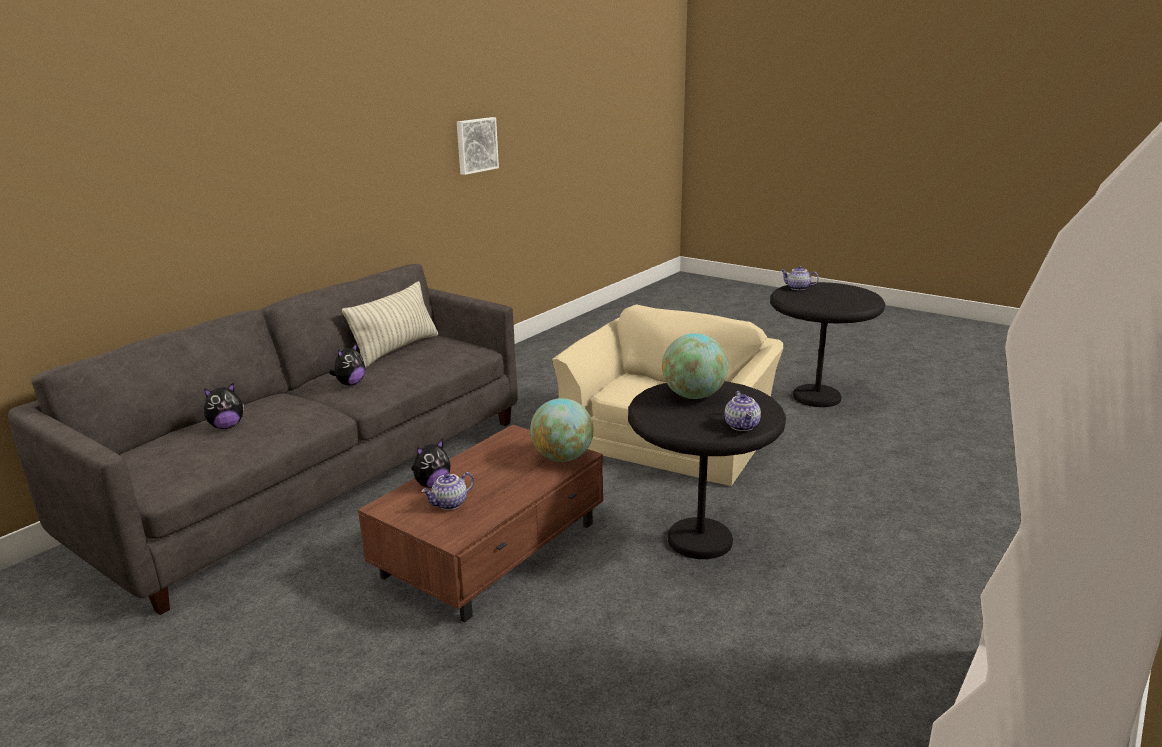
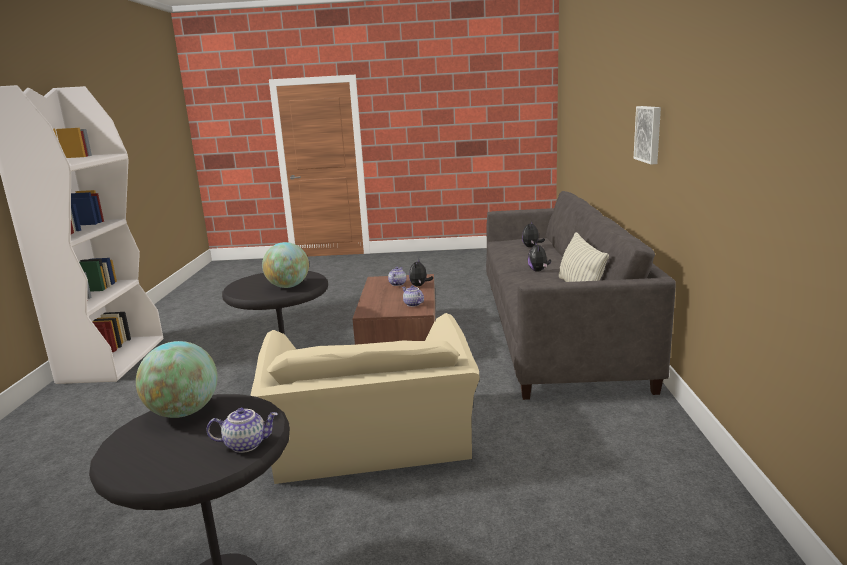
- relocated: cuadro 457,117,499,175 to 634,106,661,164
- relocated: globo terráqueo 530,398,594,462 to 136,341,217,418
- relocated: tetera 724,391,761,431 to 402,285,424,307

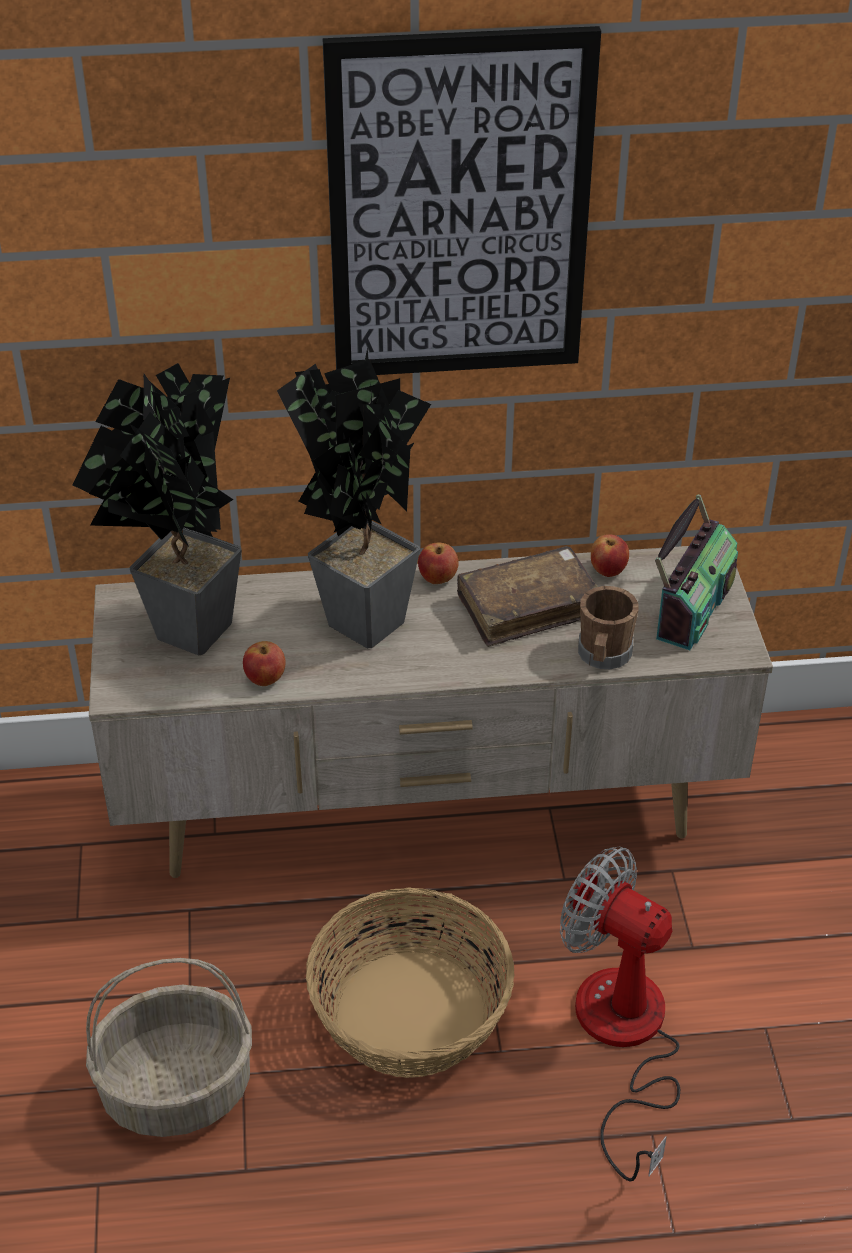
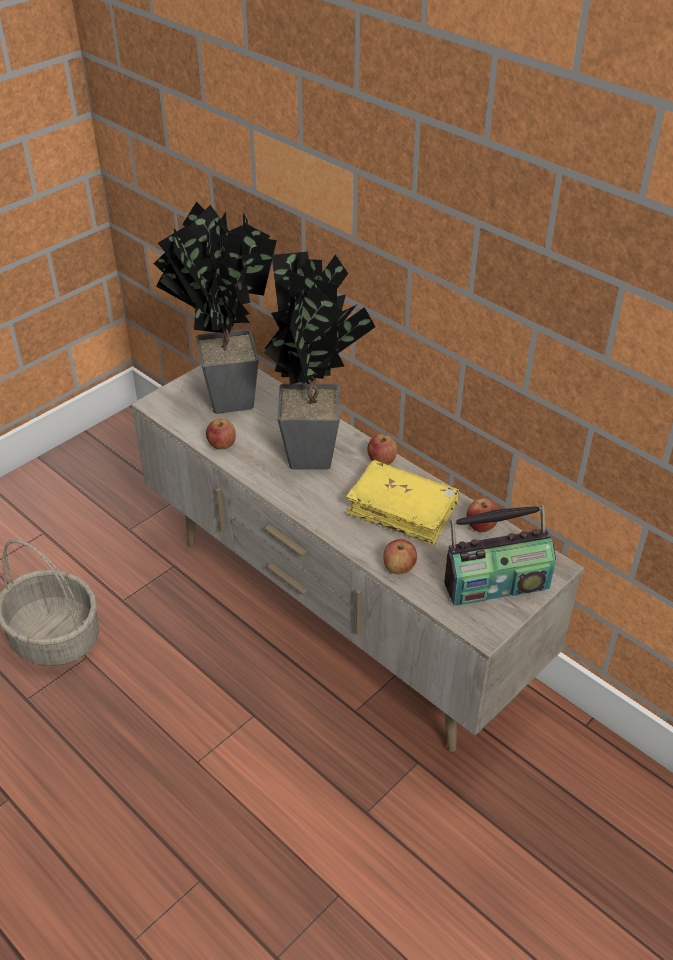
- missing: cesta 306,887,515,1078
- missing: cuadro 322,26,601,375
- missing: ventilador 560,846,680,1182
- exchanged: taza grande (marrón) 578,586,638,669 to manzana 383,539,417,574
- colour: libro (marrón) 457,546,598,647 to libro (amarillo) 346,460,459,546

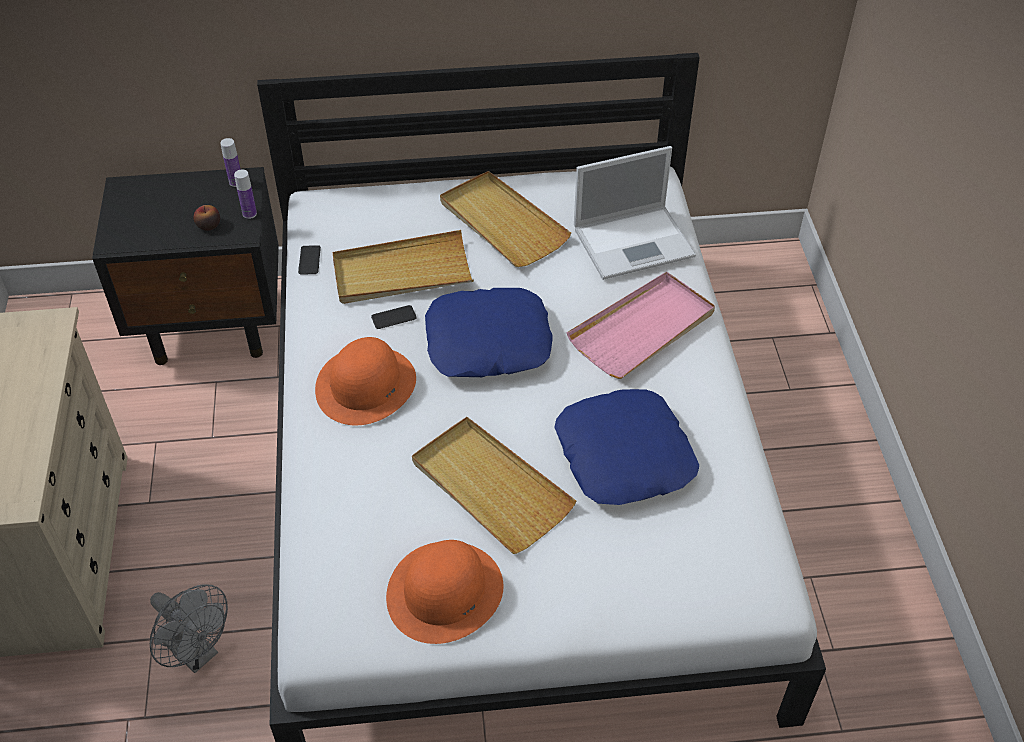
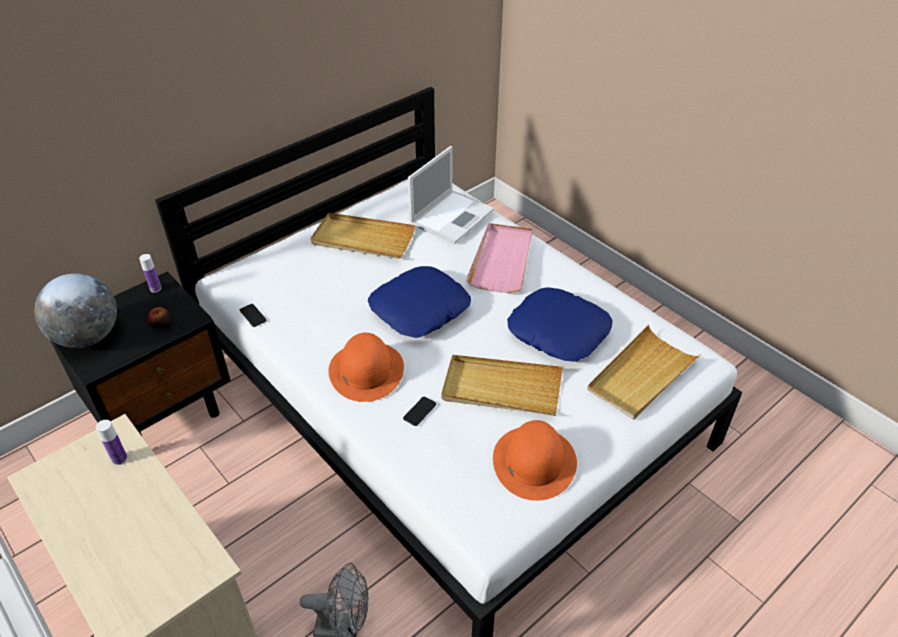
- appeared: globo terráqueo 35,273,117,348
- relocated: botella 234,169,257,219 to 96,420,127,465
- relocated: bandeja (beis) 333,230,474,304 to 587,325,701,420
- relocated: móvil 371,305,417,329 to 403,397,436,426

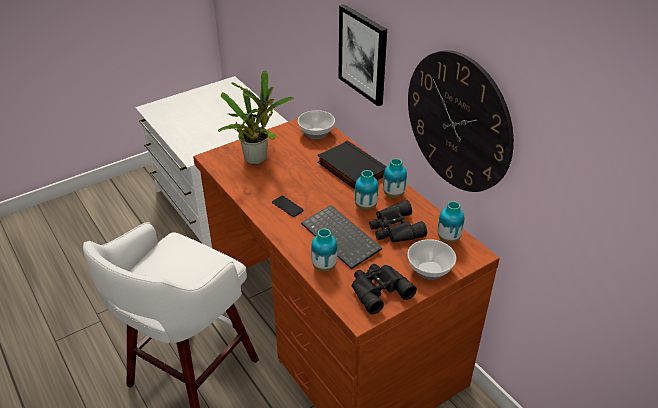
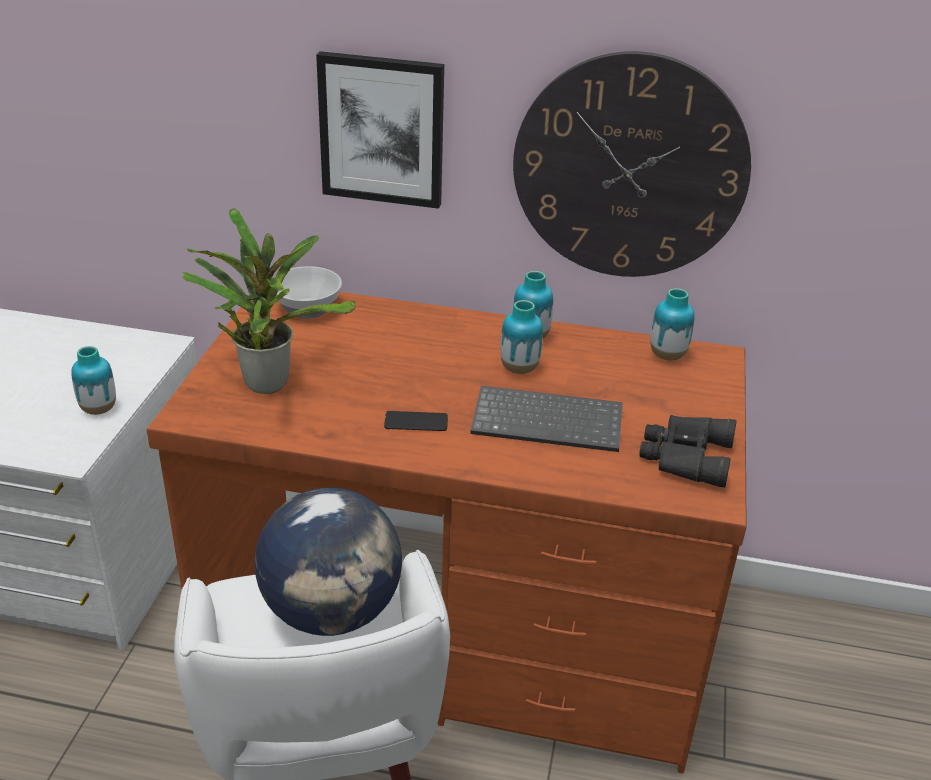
- missing: libro (negro) 317,140,387,189
- missing: prismáticos (negro) 369,200,427,242
- missing: cuenco 407,239,456,280
- appeared: globo terráqueo 255,488,402,636
- relocated: florero 311,228,338,272 to 71,346,116,415

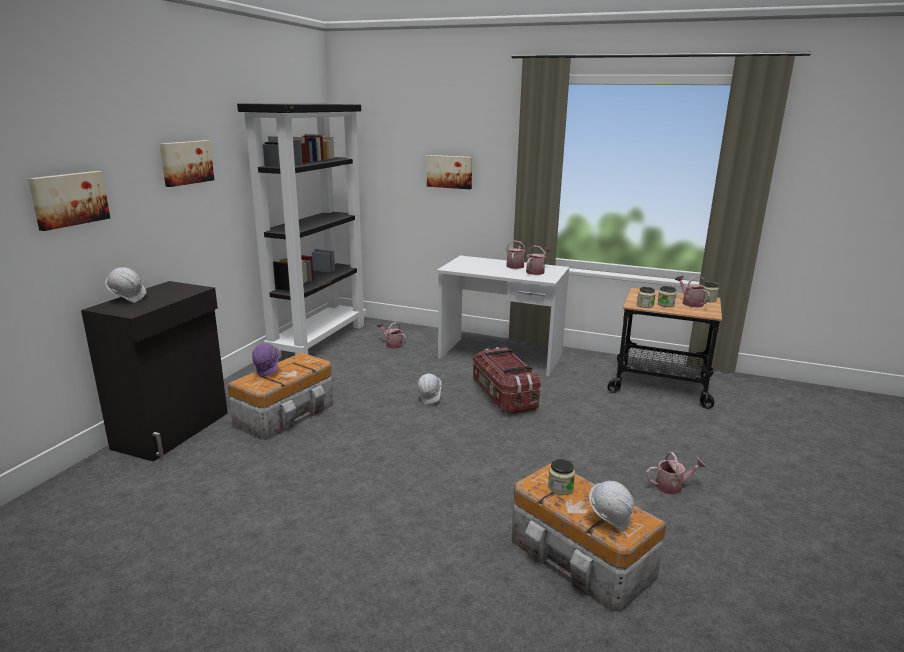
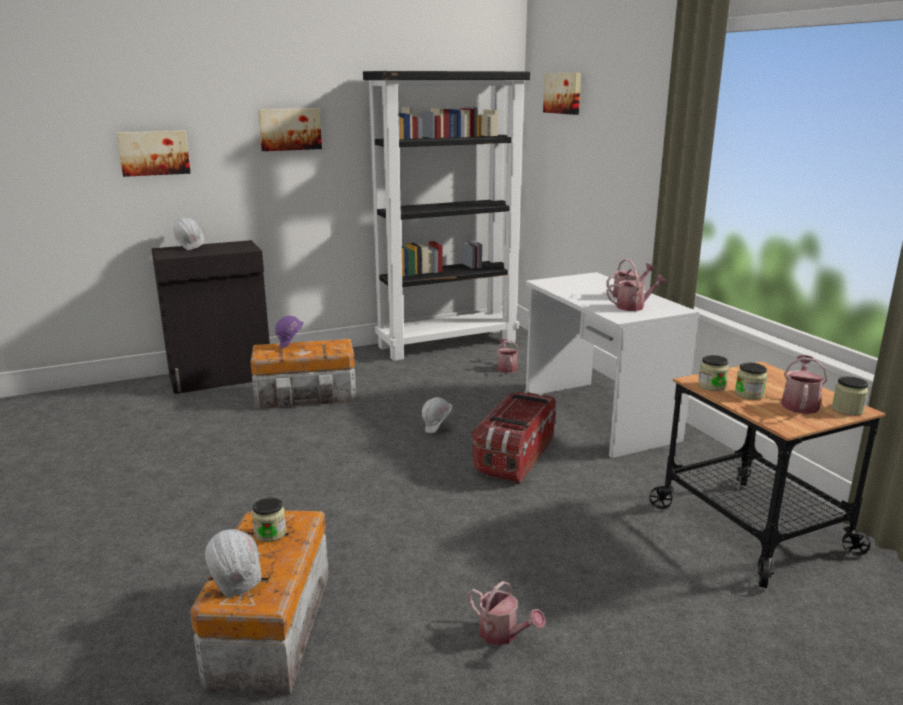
- relocated: cuadro 427,155,472,189 to 543,73,581,115

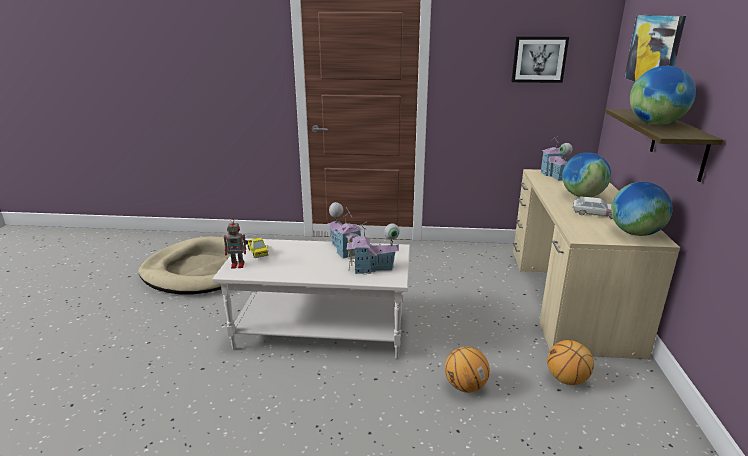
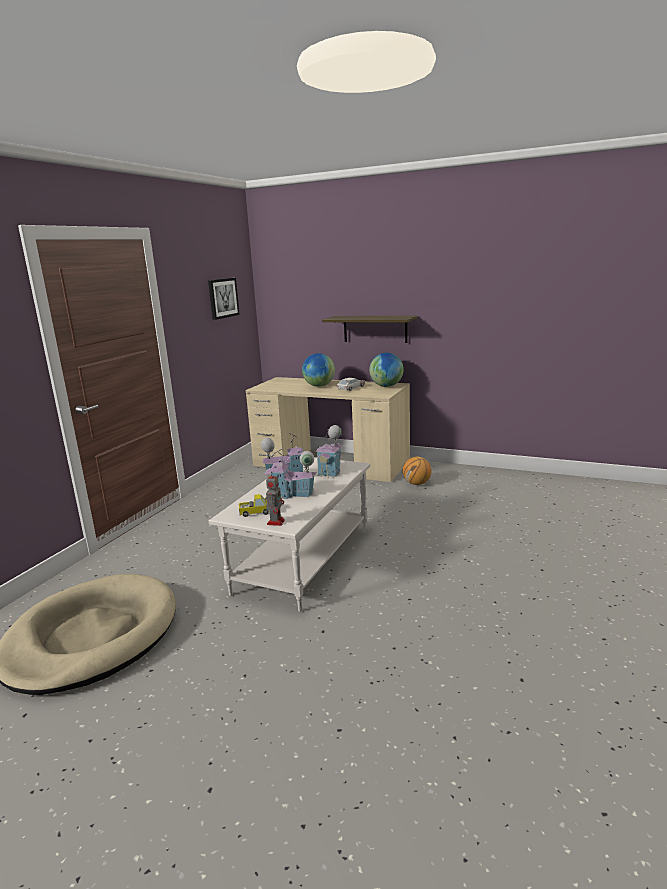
- missing: balón de baloncesto 445,346,490,393
- missing: cuadro 624,15,686,82
- missing: globo terráqueo 630,66,696,125
- relocated: casita 541,137,573,181 to 265,448,317,499

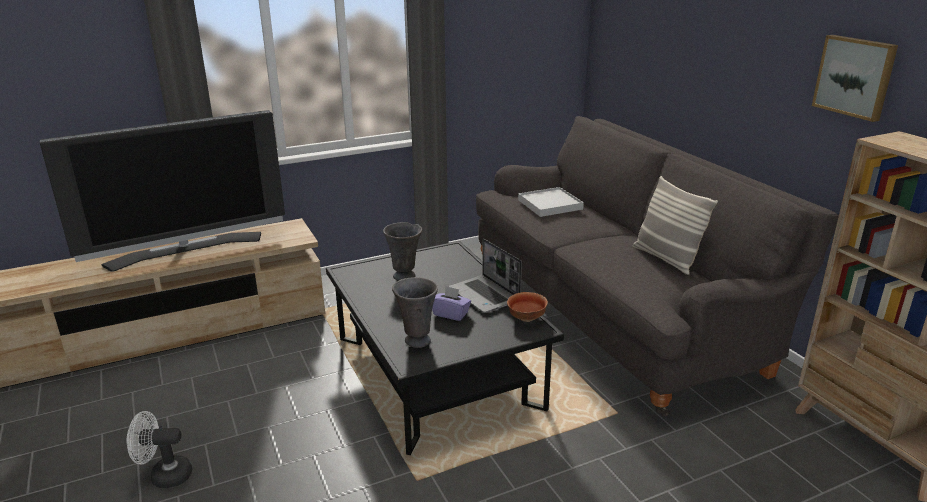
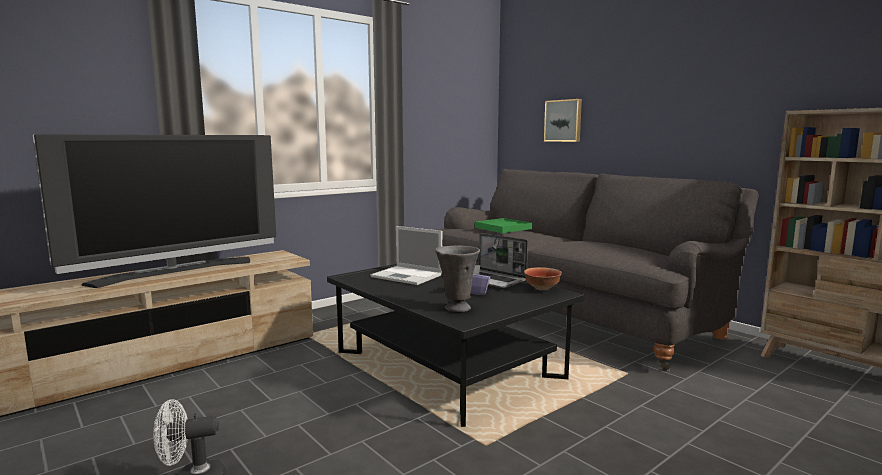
- missing: cojín 633,176,718,275
- relocated: cuadro 812,35,898,122 to 544,99,582,142
- exchanged: florero (gris) 383,222,422,281 to portátil 371,226,443,285
- colour: bandeja (blanco) 518,187,584,217 to bandeja (verde) 475,218,532,233

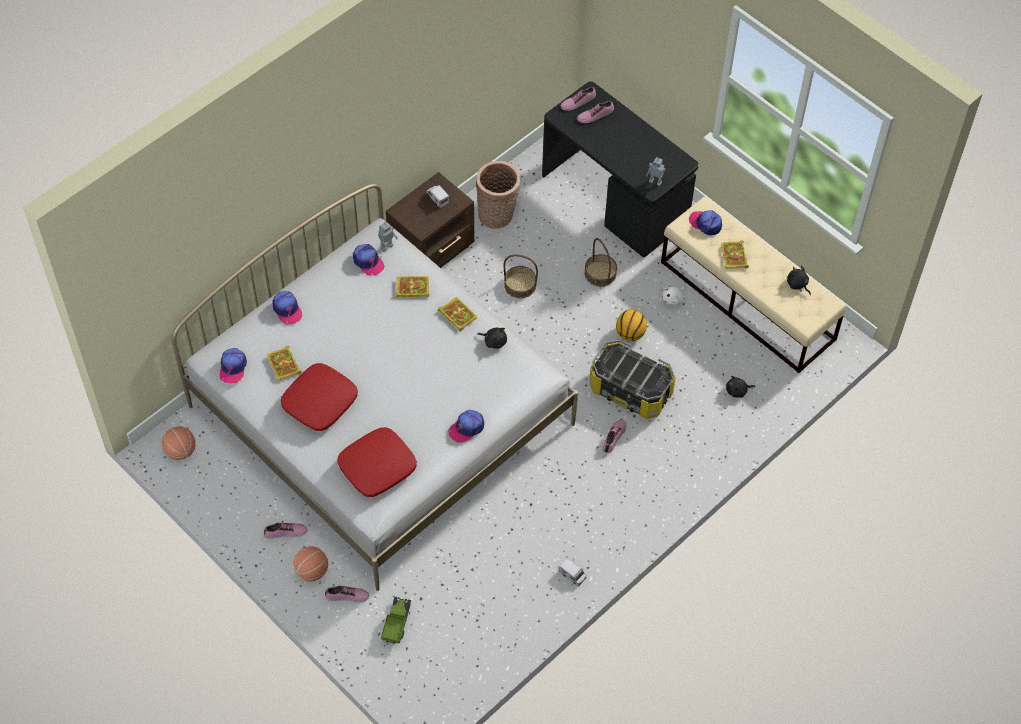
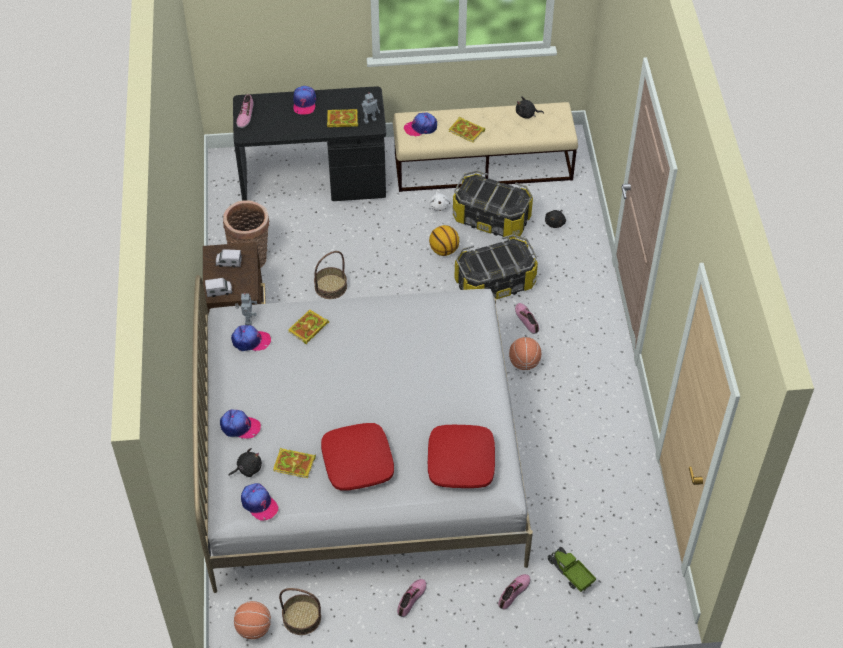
- missing: zapato 577,101,614,123
- appeared: caja de almacenaje 453,170,533,239
- relocated: balón de baloncesto 293,546,328,581 to 509,337,541,370
- relocated: libro 438,297,477,332 to 327,109,358,127
- relocated: gorra 449,410,484,443 to 293,86,316,115
- relocated: peluche (negro) 477,328,507,349 to 228,448,262,477
- relocated: camión de juguete 559,558,587,586 to 205,278,232,297
- relocated: cesta 584,238,617,287 to 279,588,321,635

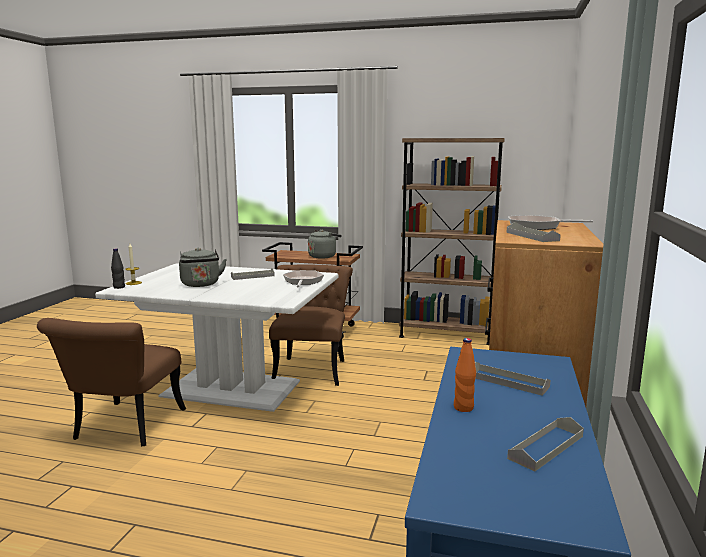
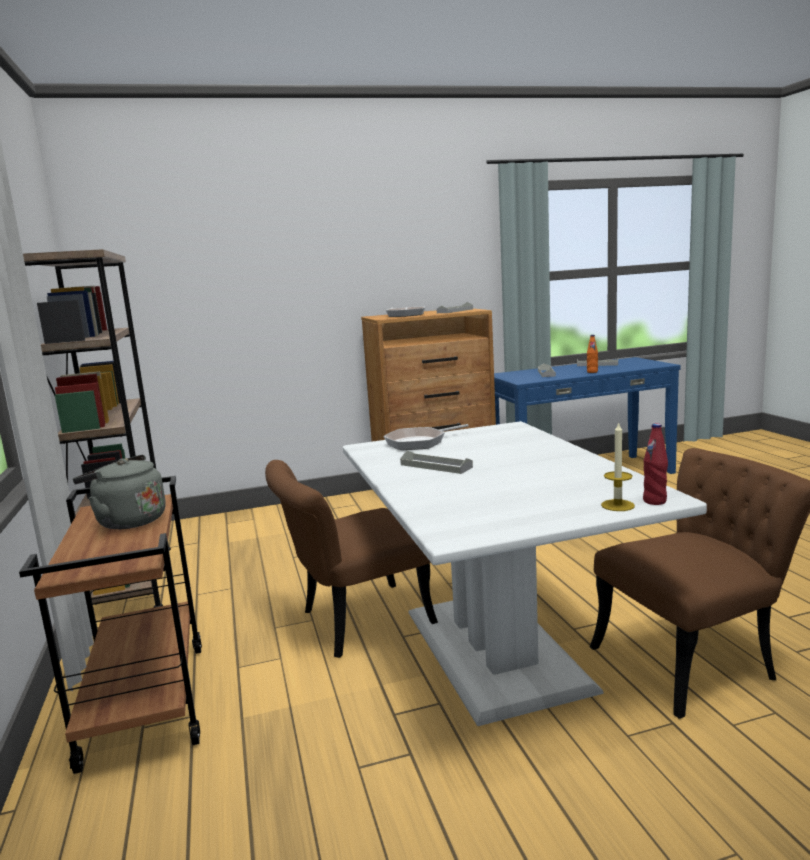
- missing: hervidor (gris) 179,248,227,287
- colour: botella (negro) 111,248,125,289 to botella (rojo) 643,423,668,505

